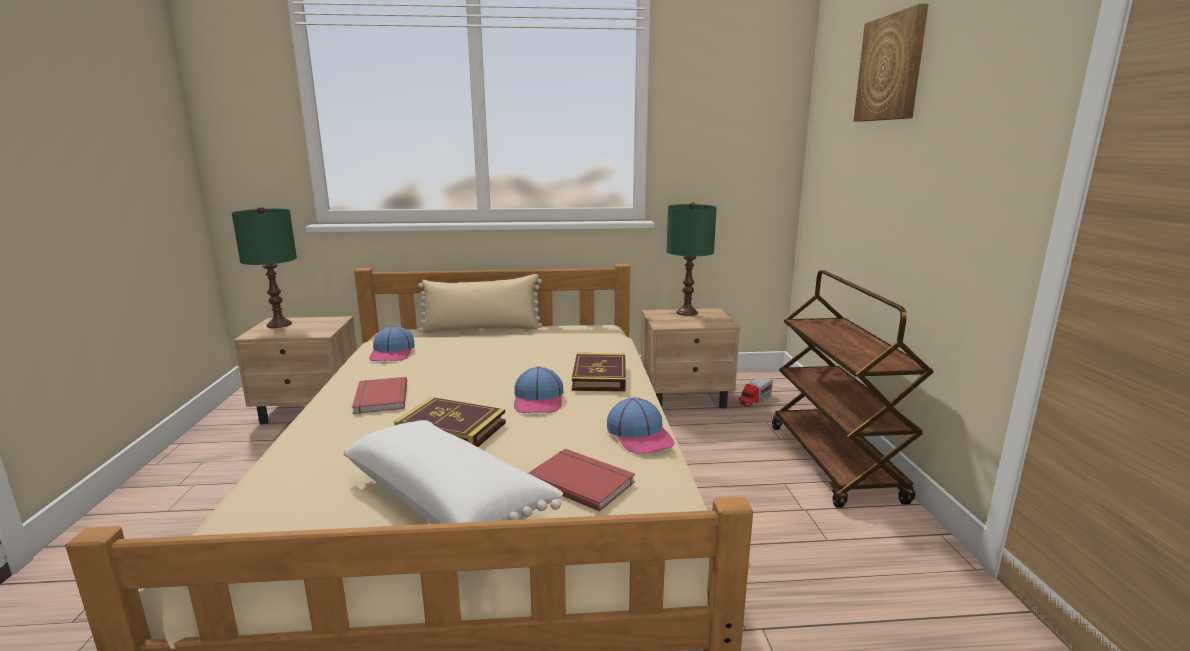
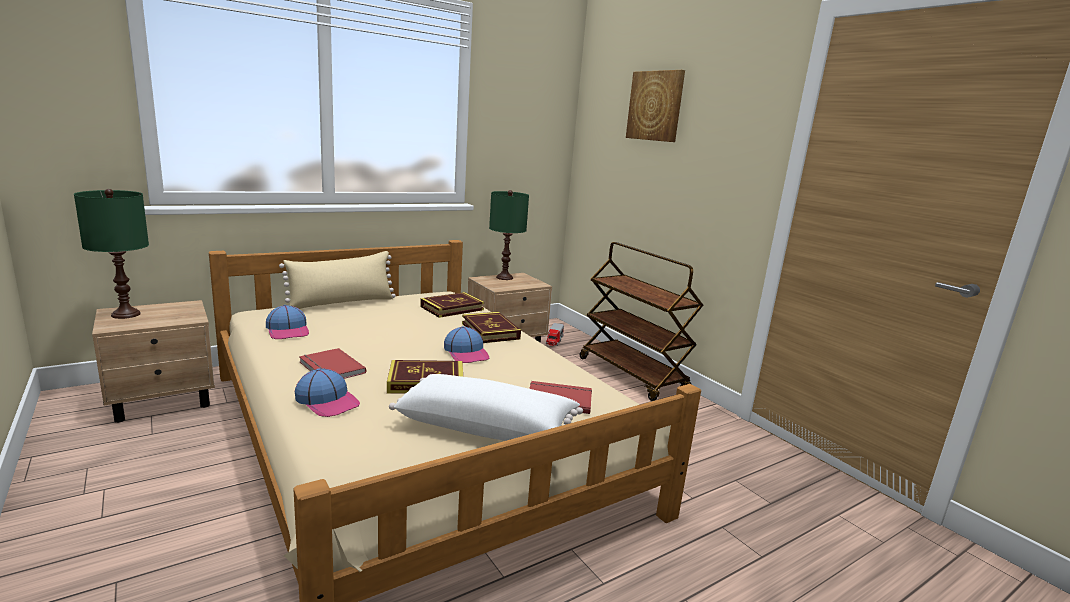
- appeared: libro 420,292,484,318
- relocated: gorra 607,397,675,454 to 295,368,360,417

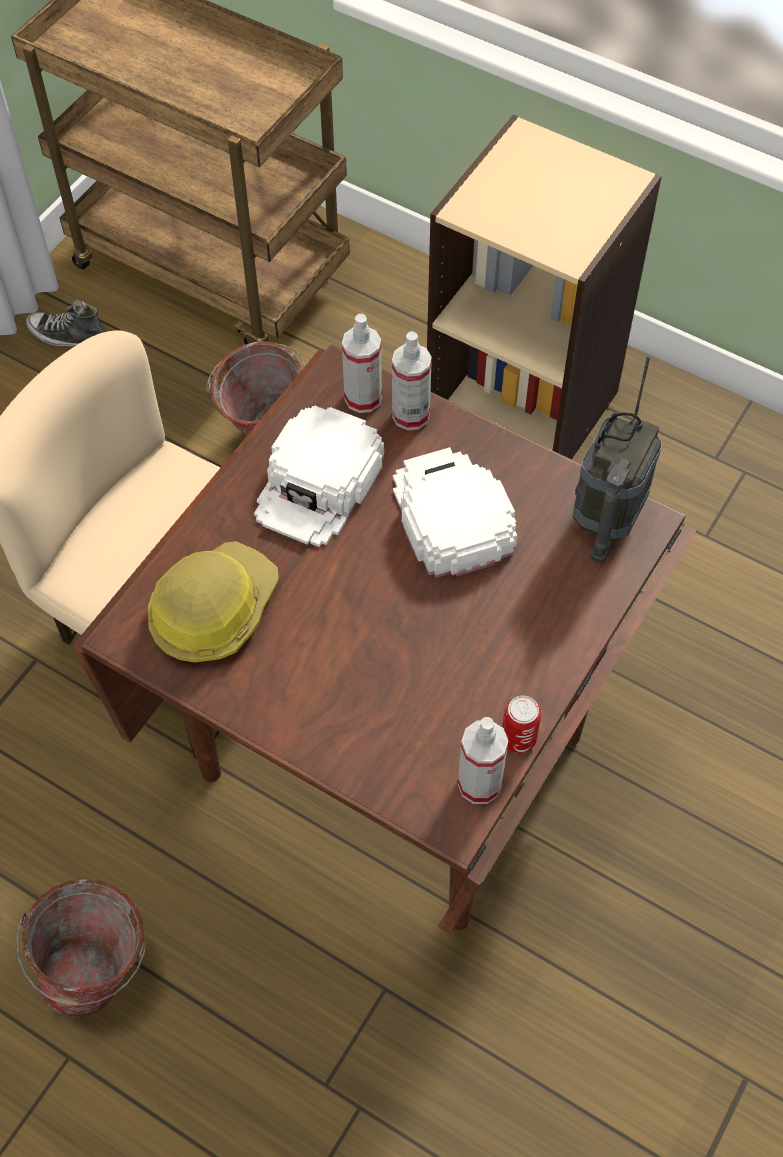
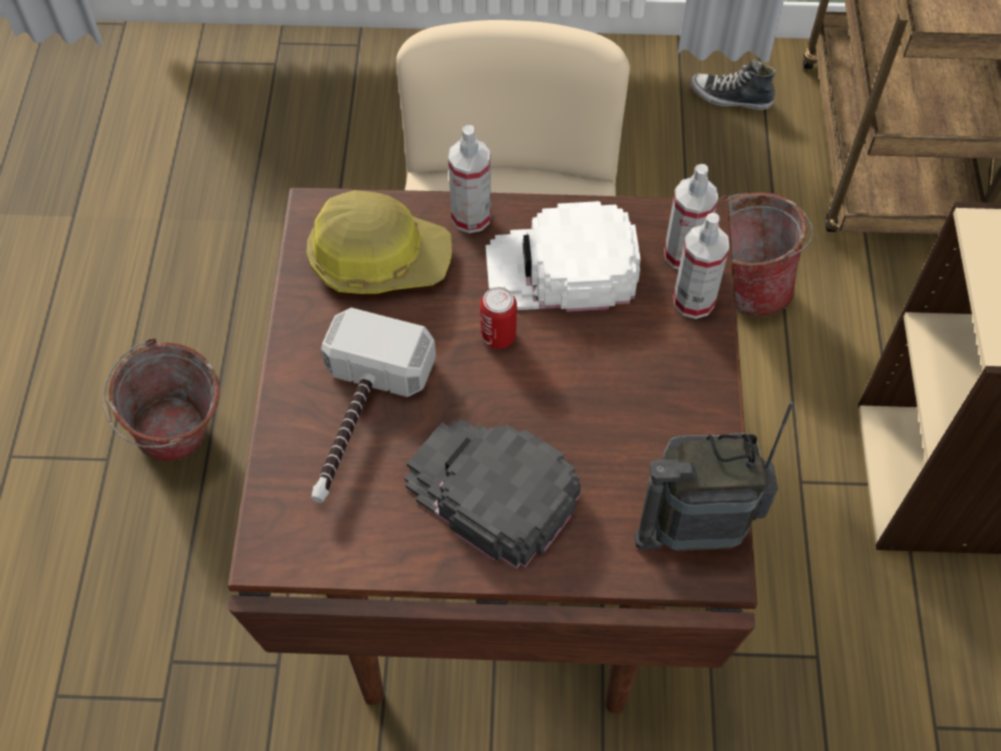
- missing: gorra (blanco) 393,447,517,578
- appeared: martillo 311,308,436,503
- appeared: gorra (negro) 405,419,581,569
- relocated: pulverizador 458,717,508,804 to 448,125,491,233
- relocated: lata 502,696,541,753 to 480,287,517,349
- spun: zapato 26,299,107,346 = 690,59,776,110 60 degrees counterclockwise

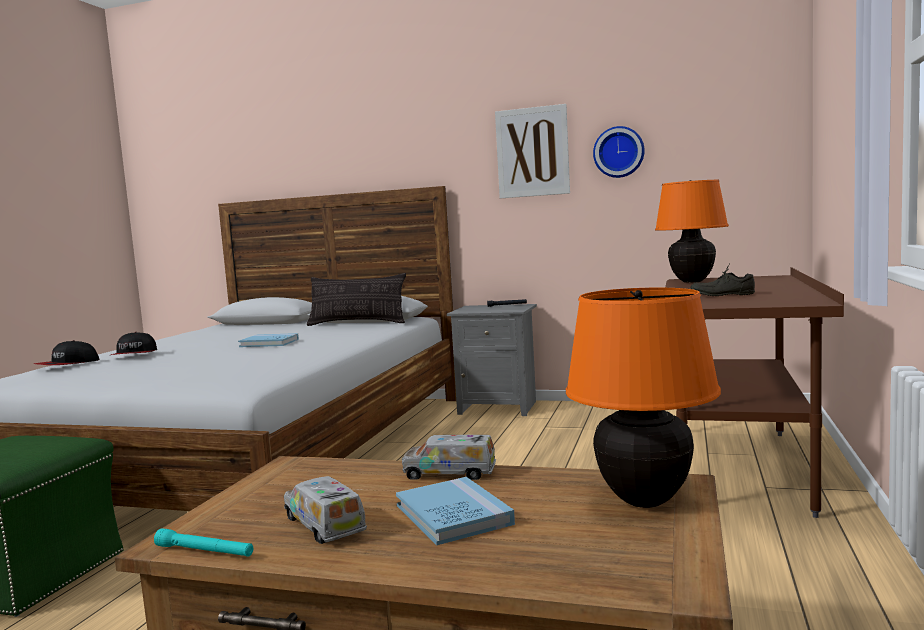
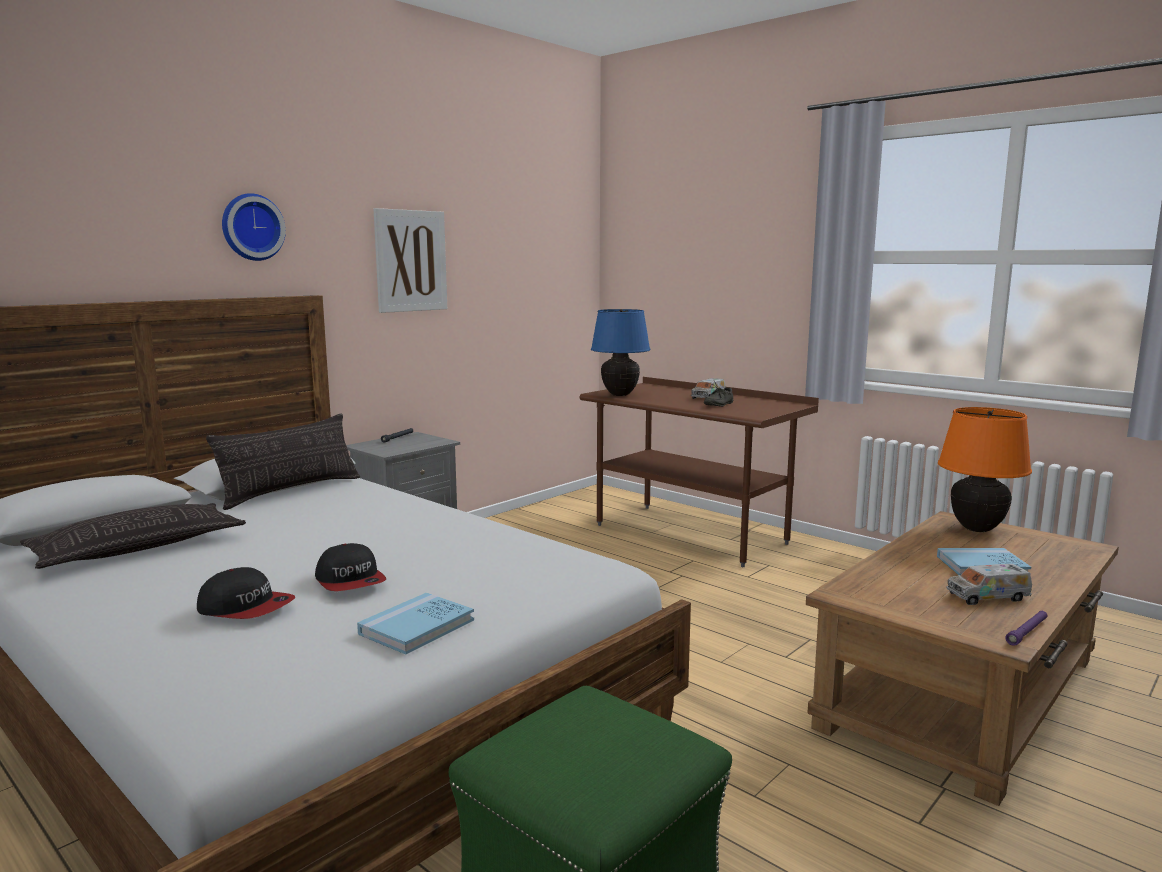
- appeared: cojín 20,503,246,569
- relocated: gorra 34,340,99,365 to 315,543,386,591
- relocated: libro (azul) 238,333,299,347 to 357,592,474,654
- relocated: camión de juguete 402,435,496,480 to 691,378,726,399
- relocated: reloj de pared 593,126,645,178 to 222,193,286,261
- colour: linterna (turquesa) 154,528,253,557 to linterna (morado) 1005,611,1047,646
- colour: lámpara de mesa (naranja) 655,180,729,283 to lámpara de mesa (azul) 591,309,650,396

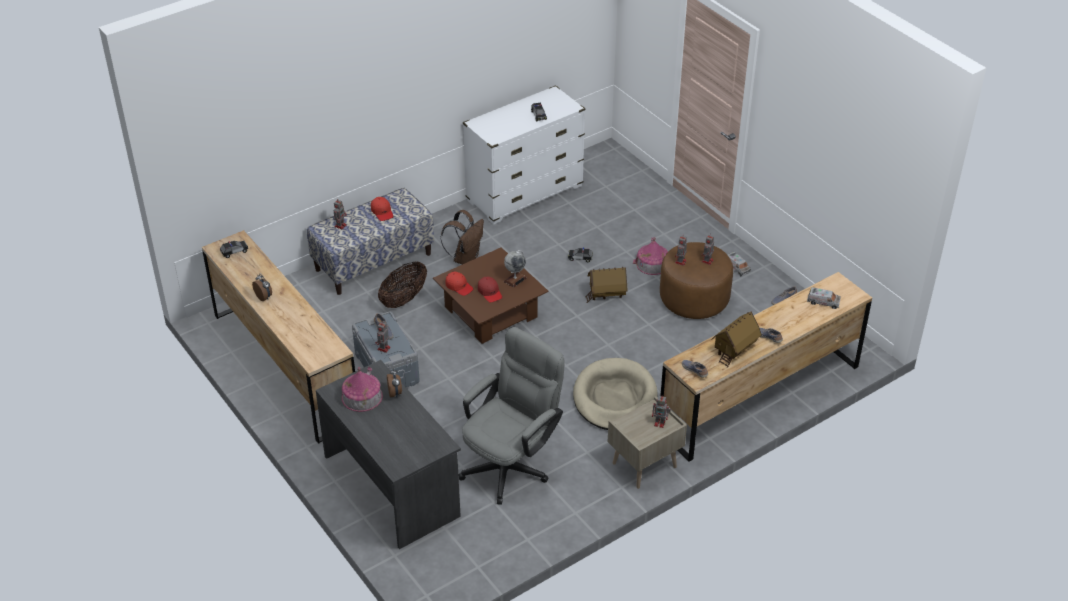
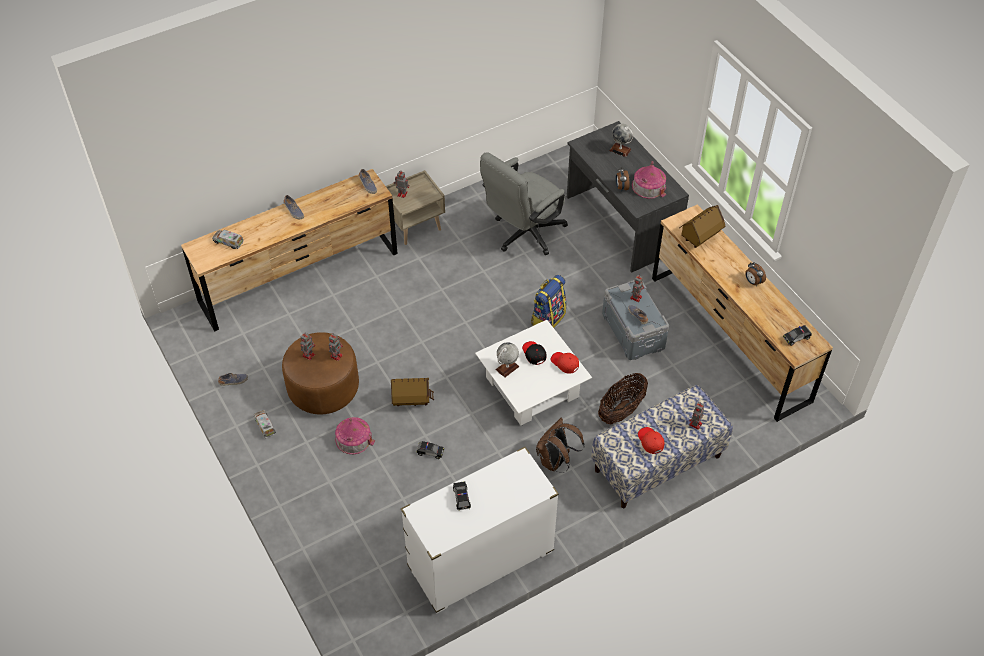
- missing: cama para perro (beis) 573,358,657,430
- appeared: mochila 531,275,567,328
- appeared: globo terráqueo 609,124,633,157
- relocated: casita 711,311,762,368 to 680,205,725,248
- colour: mesa de centro (marrón) 433,247,549,344 to mesa de centro (blanco) 475,320,592,425
- colour: gorra (rojo) 478,276,502,302 to gorra (negro) 522,341,546,365

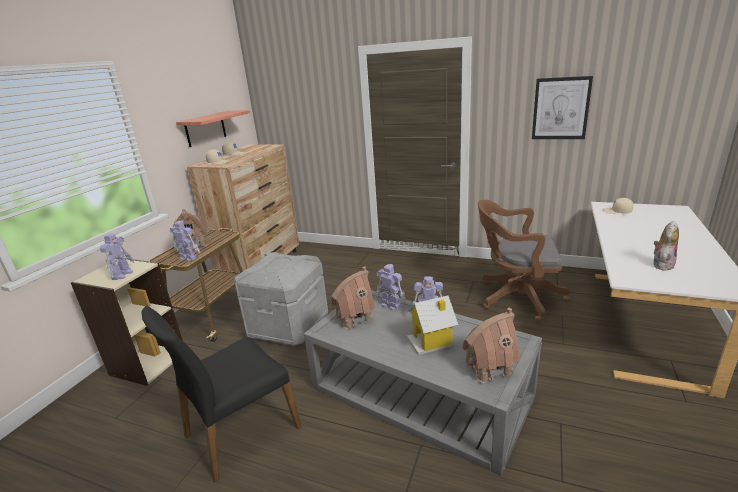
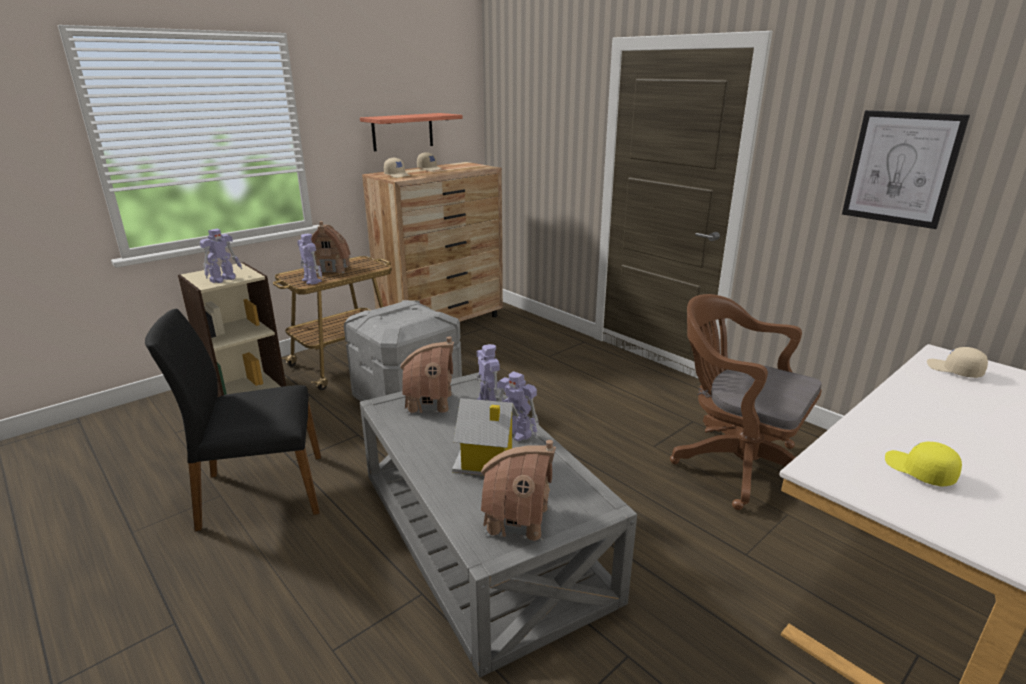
- exchanged: peluche 654,220,679,271 to gorra (amarillo) 885,442,962,487

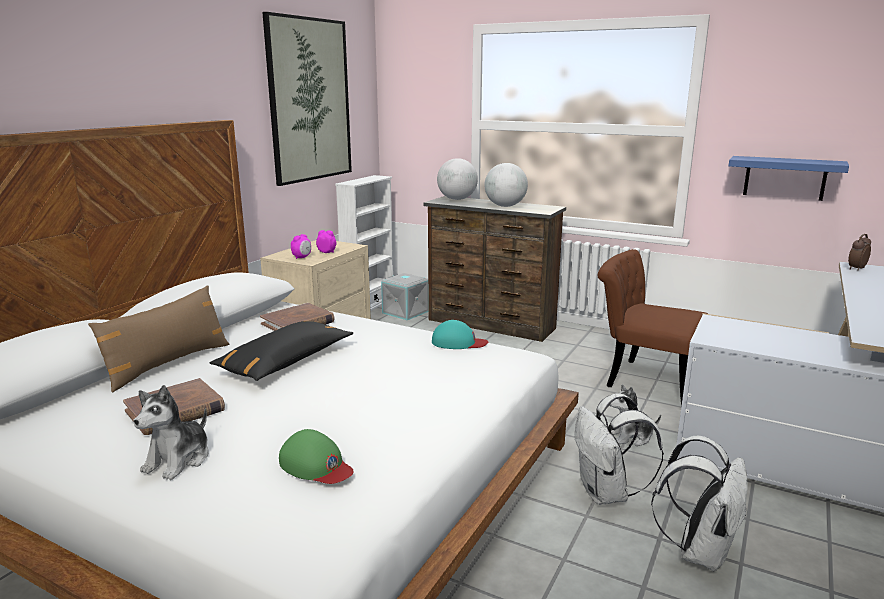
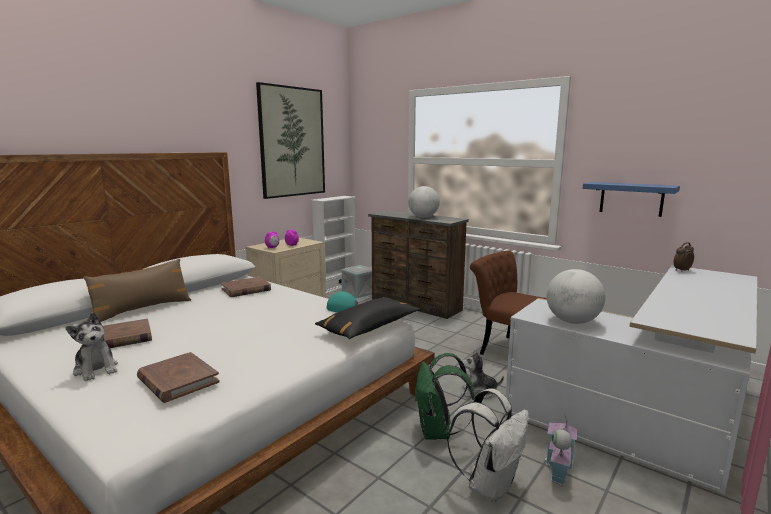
- appeared: casita 545,410,577,486
- relocated: cojín (negro) 210,321,353,381 to 315,298,420,339
- relocated: globo terráqueo 437,158,478,200 to 547,269,605,324
- exchanged: gorra (verde) 279,429,354,484 to libro (marrón) 137,352,220,403
- colour: mochila (blanco) 574,393,664,505 to mochila (verde) 414,353,475,440
- spun: peluche 134,385,209,480 = 66,312,118,381 75 degrees counterclockwise

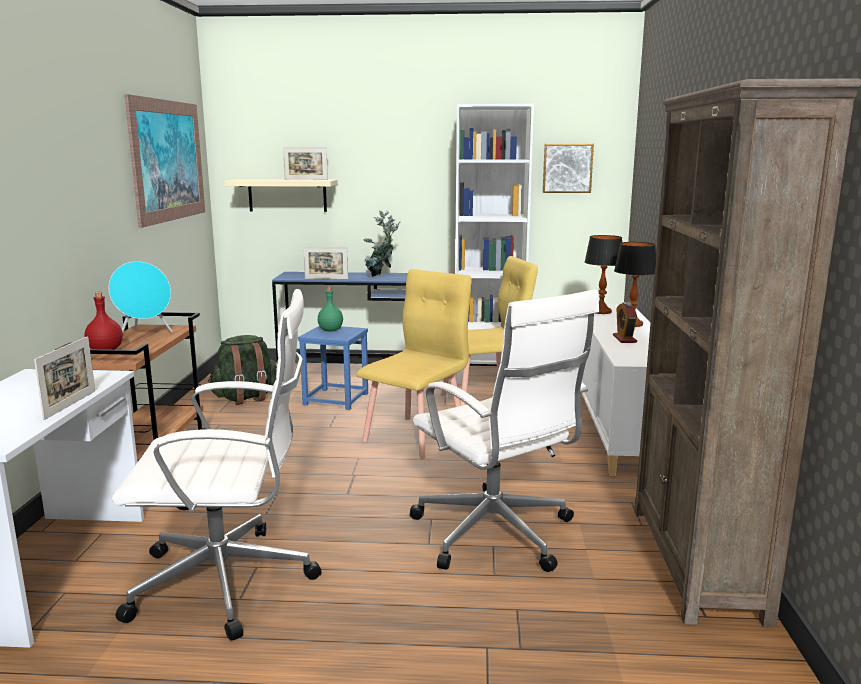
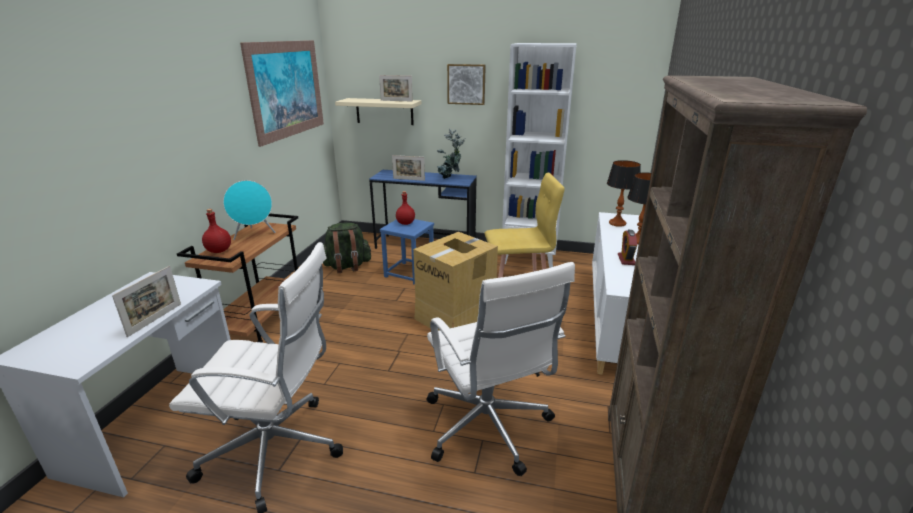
- relocated: cuadro 543,144,594,193 to 447,64,486,105
- exchanged: silla (amarillo) 356,269,472,459 to caja de cartón 413,232,498,331
- colour: botella (verde) 318,287,343,331 to botella (rojo) 396,191,415,225

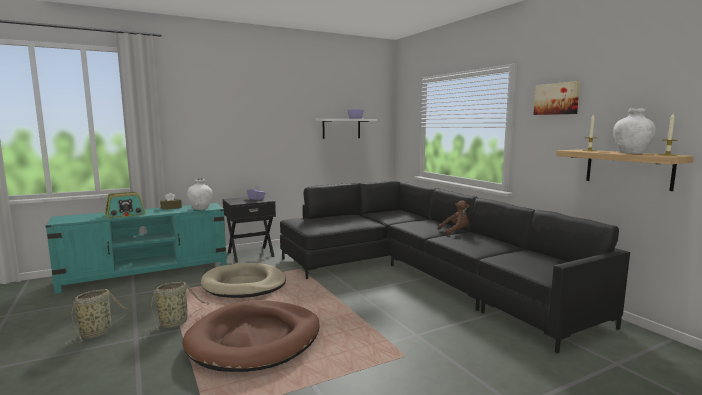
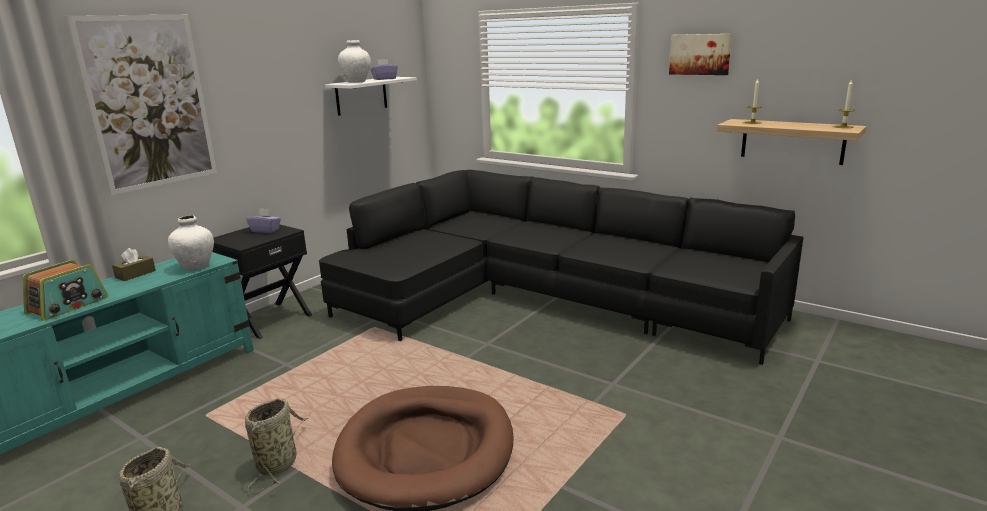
- missing: cama para perro (beis) 201,263,286,298
- missing: peluche (marrón) 438,200,470,235
- appeared: cuadro 66,15,217,195
- relocated: florero (blanco) 613,108,656,154 to 338,40,371,83

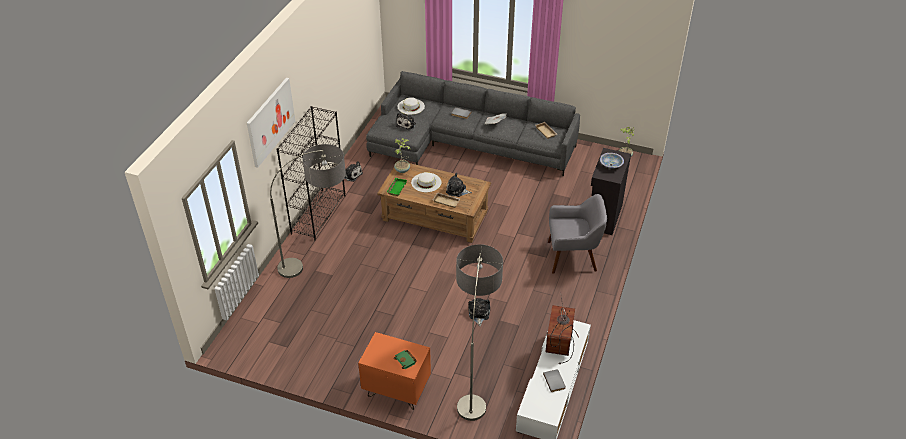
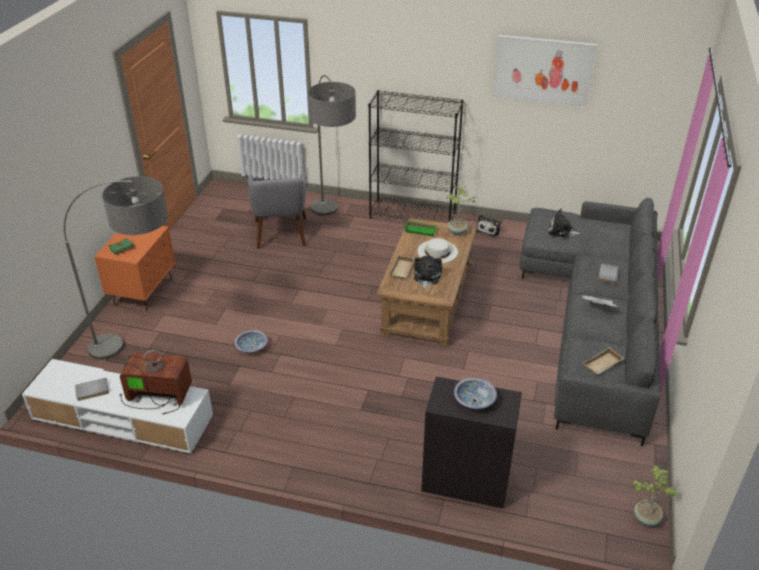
- missing: sombrero (blanco) 398,97,425,115
- relocated: cuadro 247,78,295,168 to 493,35,597,106
- relocated: sillón (gris) 548,194,607,274 to 248,172,306,249
- exchanged: peluche 468,298,490,326 to cuenco 235,330,268,353

